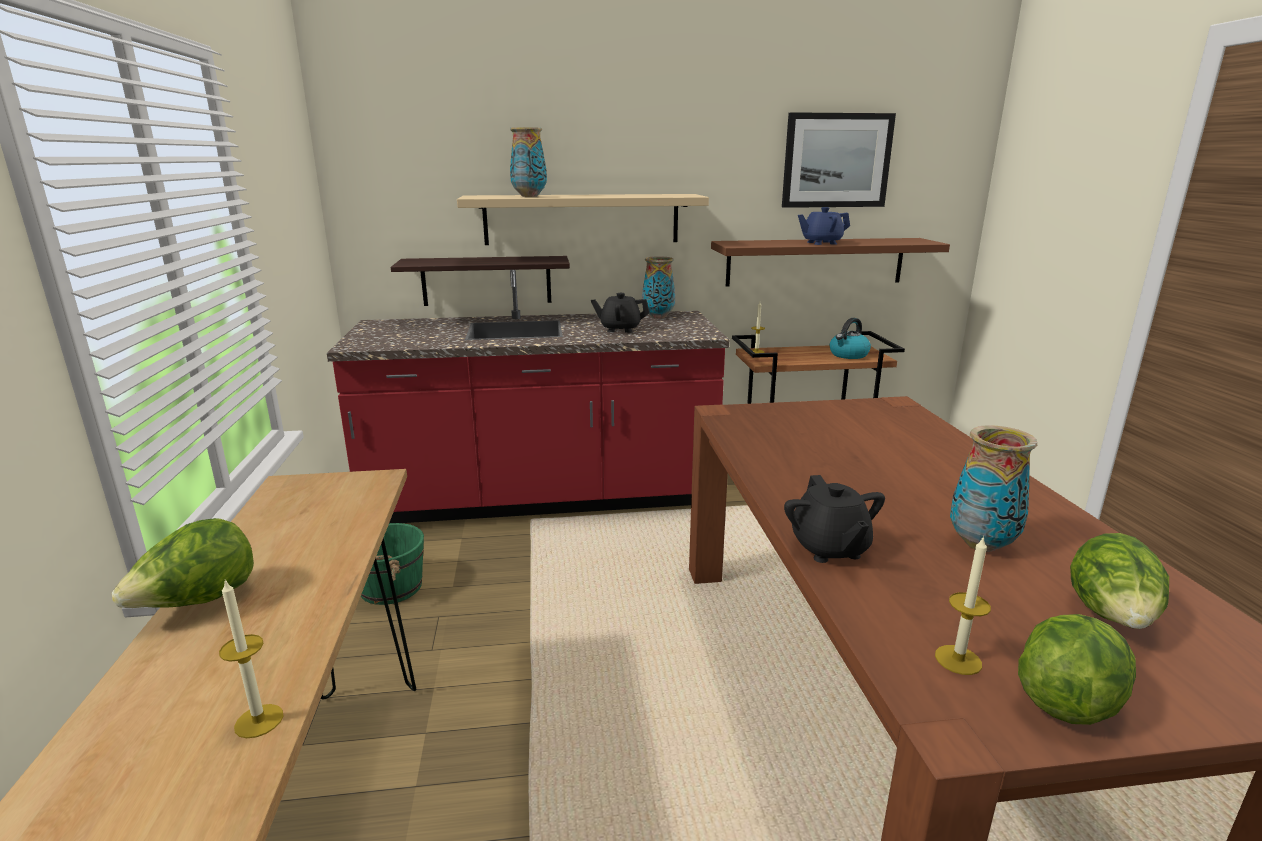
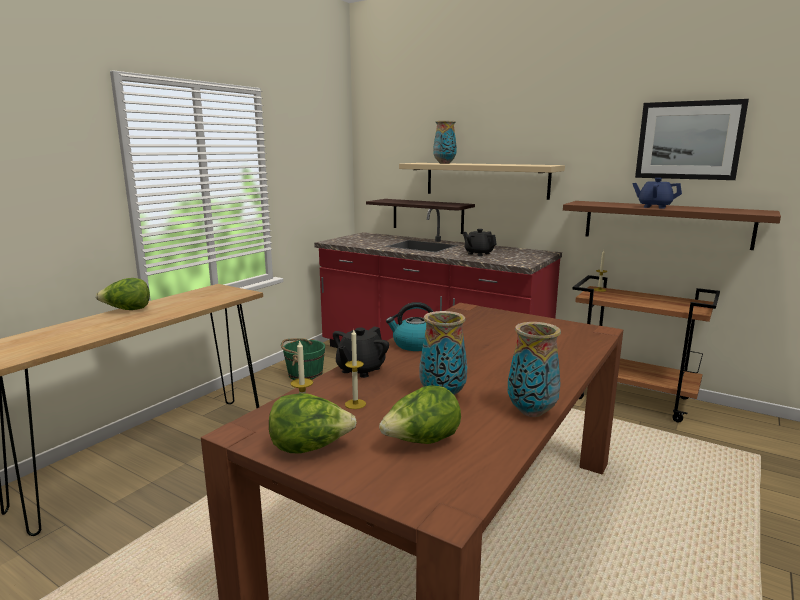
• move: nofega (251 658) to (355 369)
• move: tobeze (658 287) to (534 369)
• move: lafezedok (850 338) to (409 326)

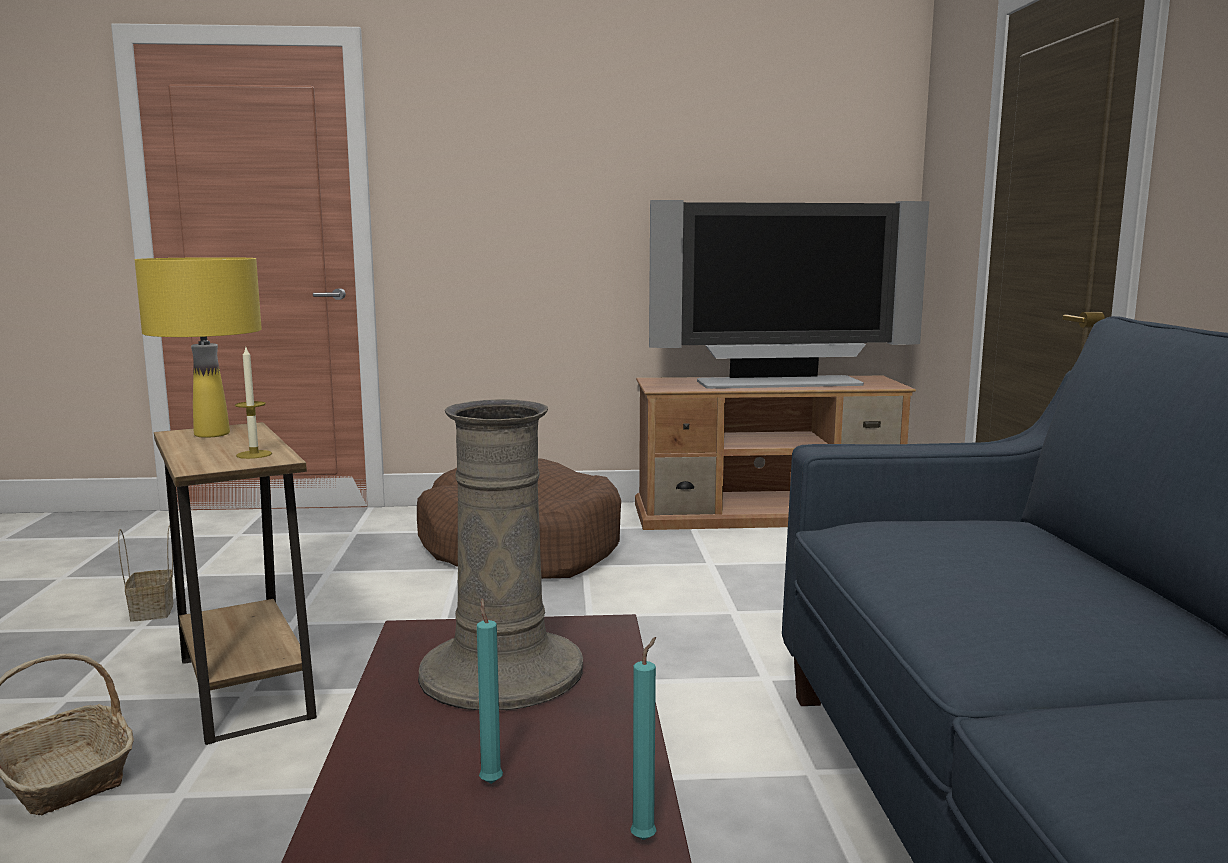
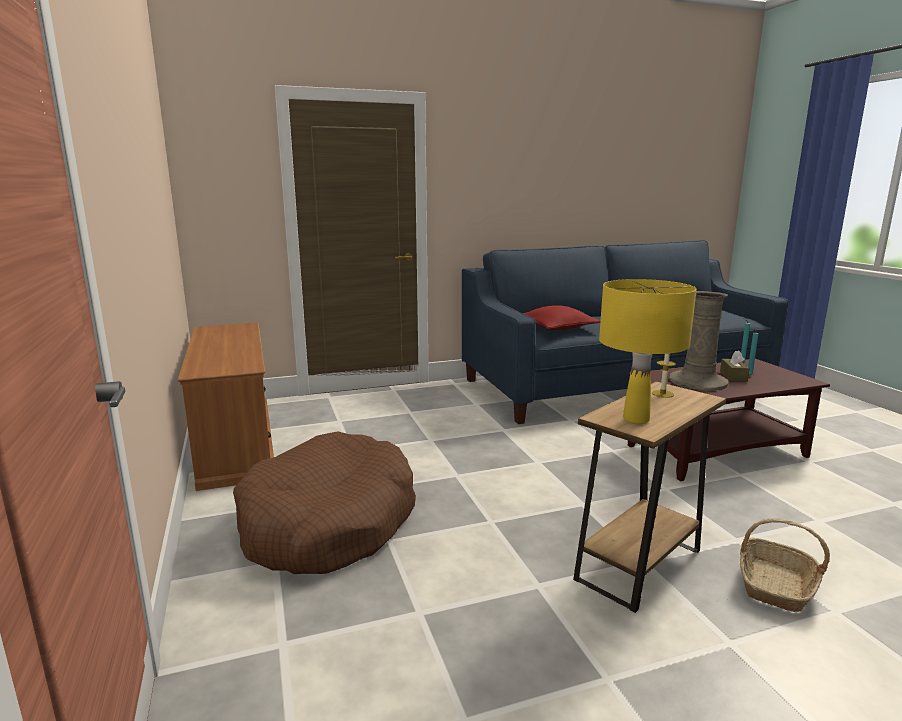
• delete: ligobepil (145 573)
• delete: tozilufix (789 294)
• insert: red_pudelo (562 317)
• insert: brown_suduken (735 366)

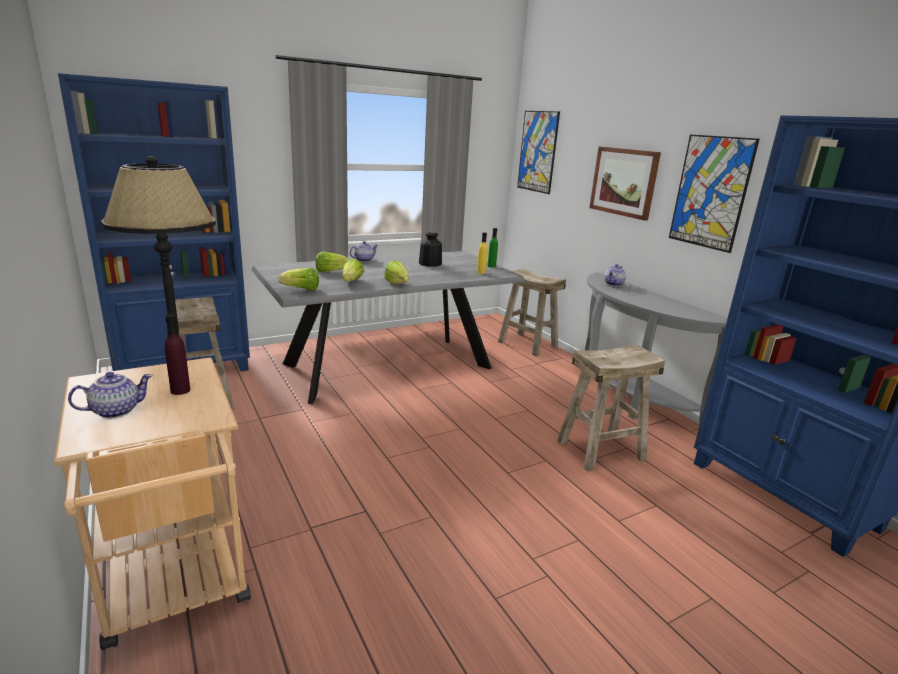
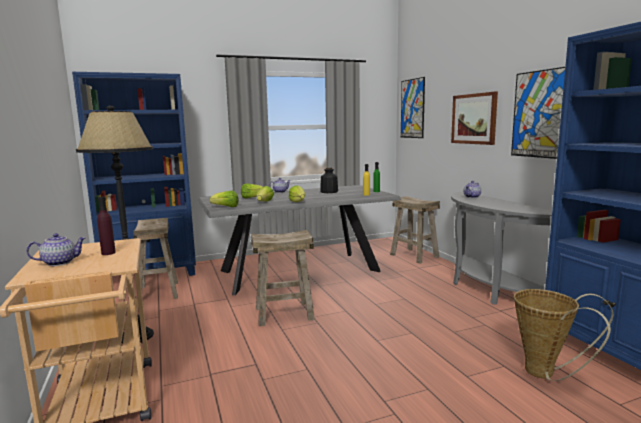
• insert: ligobepil (564 335)
• move: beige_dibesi (611 408) to (283 278)

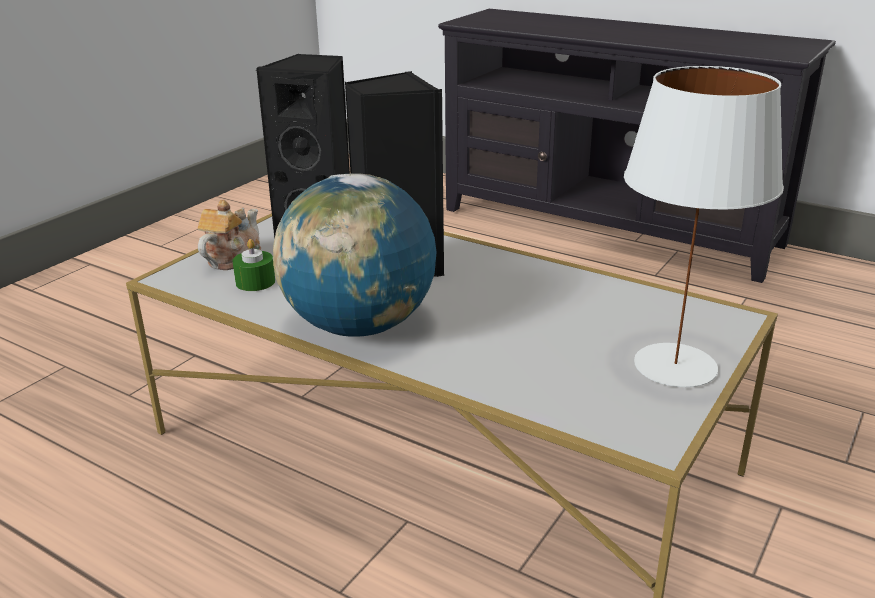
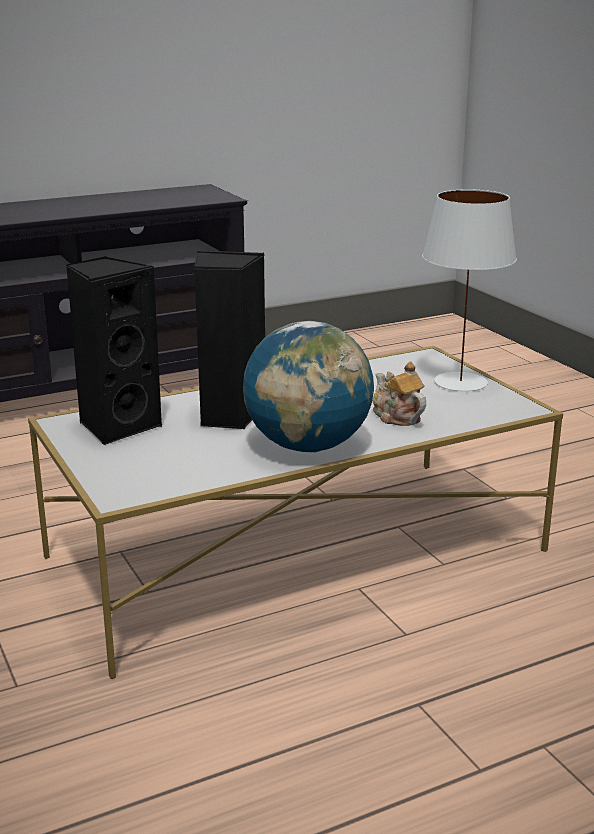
• delete: green_nofega (254 265)
• move: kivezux (229 235) to (399 393)

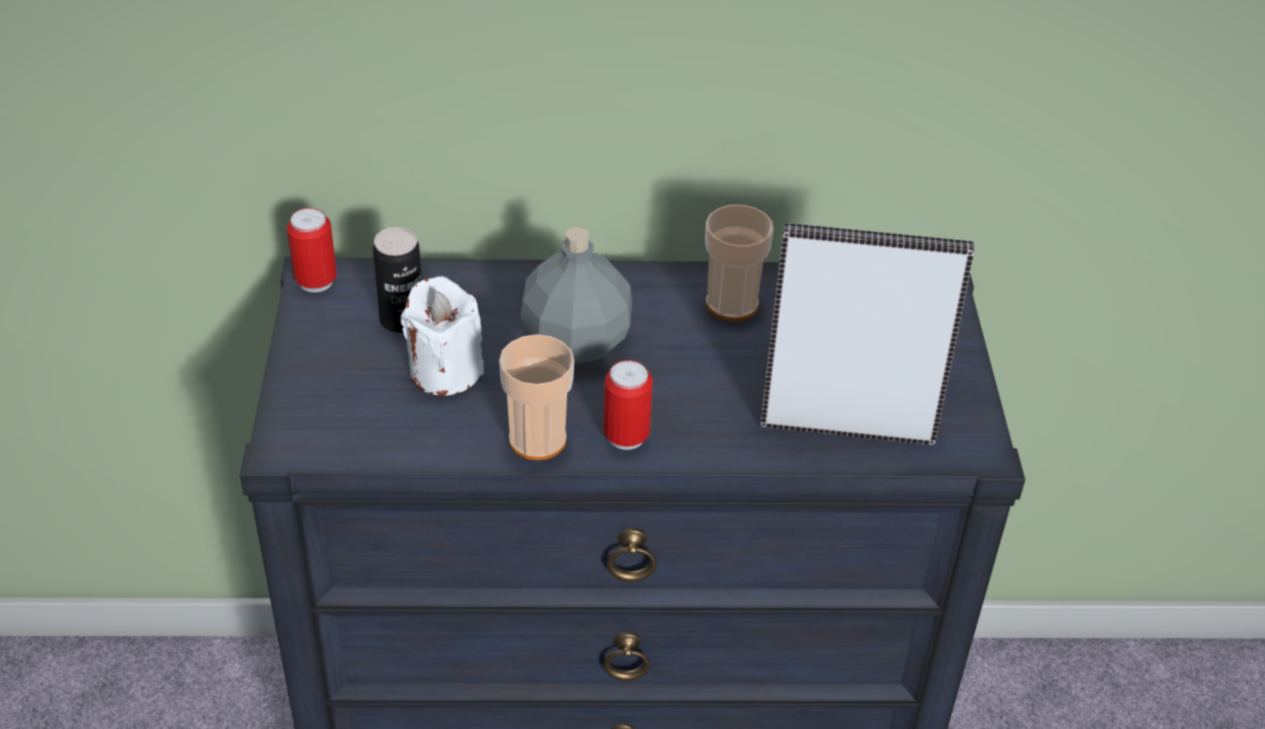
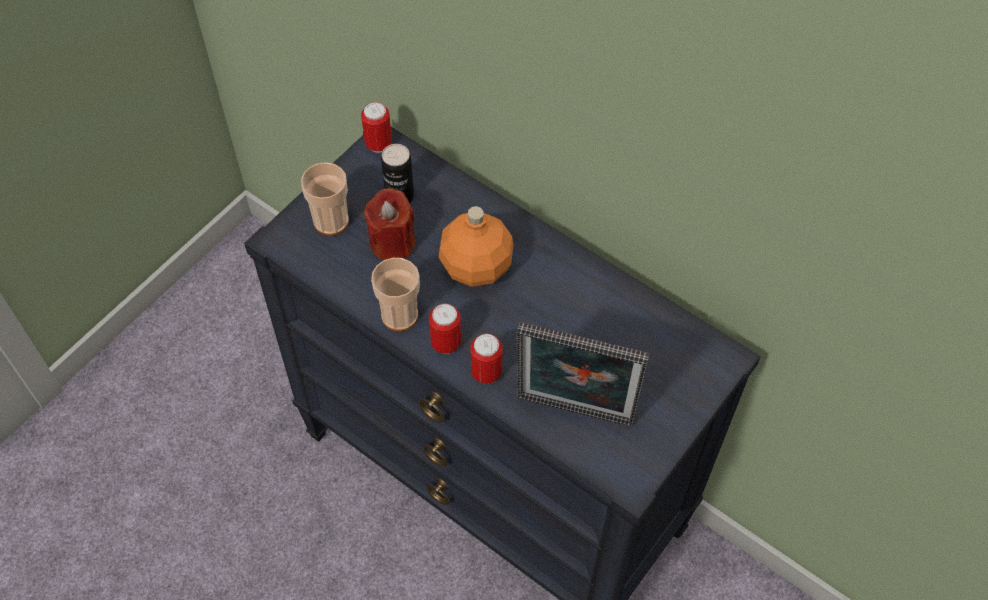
• insert: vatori (486 359)
• move: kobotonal (739 263) to (325 199)
• recolor: white_nofega (442 336) to red_nofega (389 224)
• recolor: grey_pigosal (576 295) to orange_pigosal (476 246)
• rotate: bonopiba (867 334) = (583 374) 150 degrees clockwise

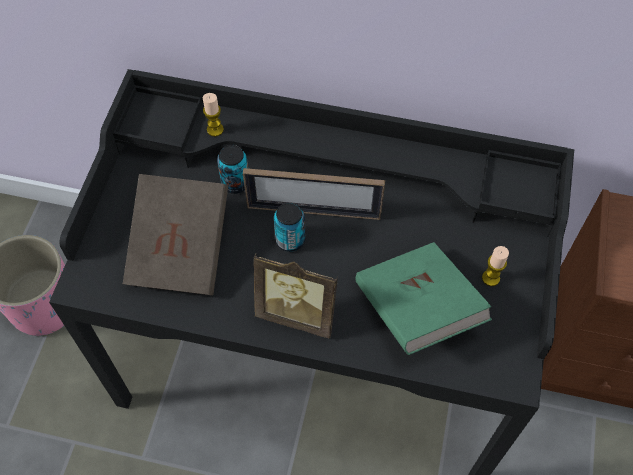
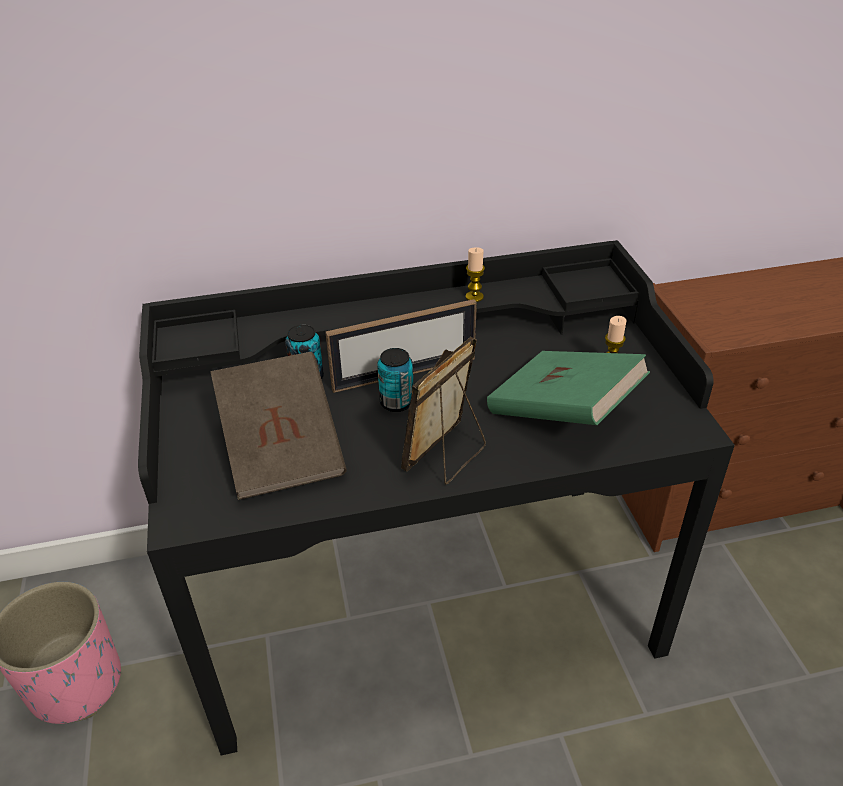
• move: nofega (213 115) to (475 274)
• rotate: bonopiba (295 296) = (443 411) 135 degrees clockwise

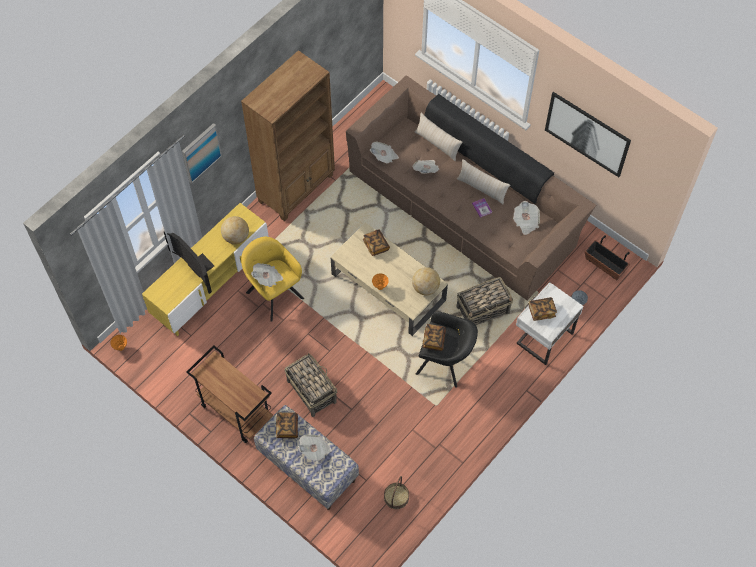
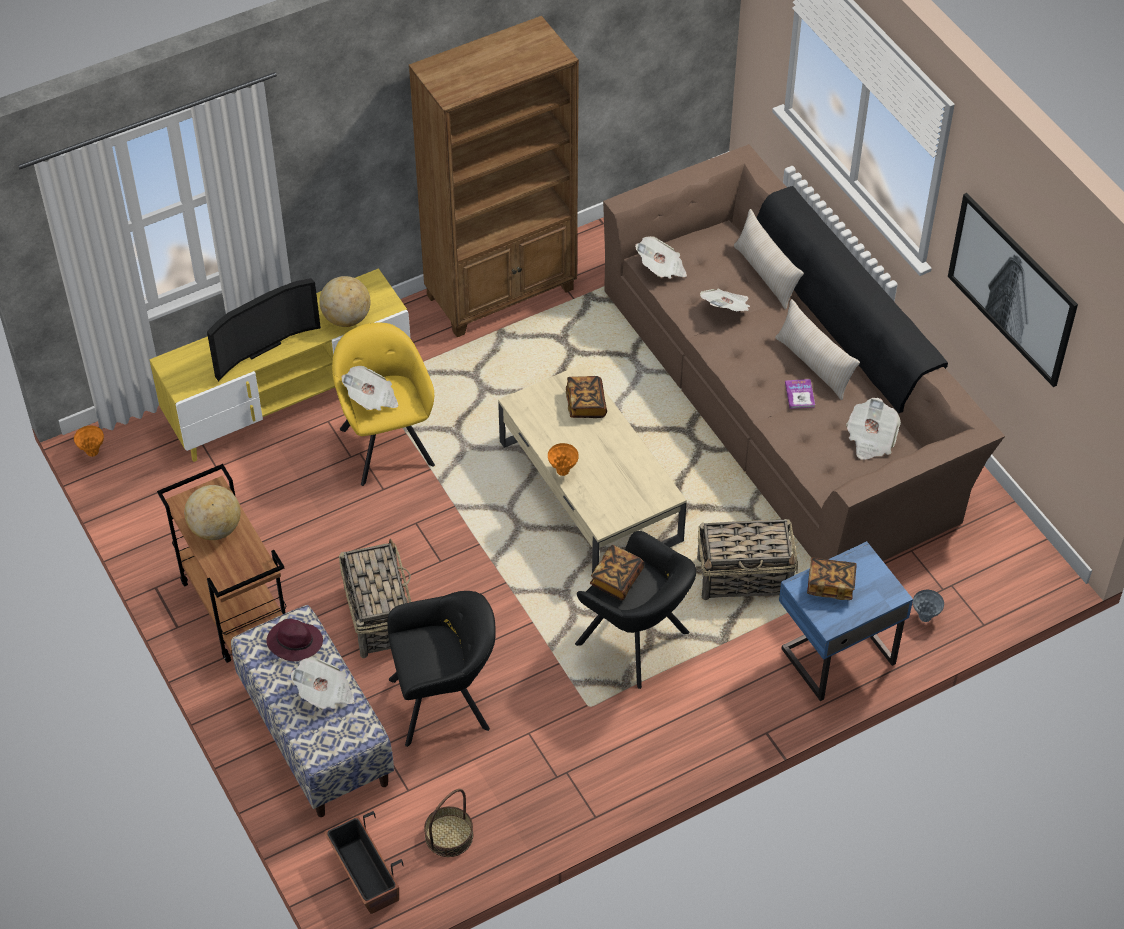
• delete: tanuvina (202 153)
• insert: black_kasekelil (441 669)
• move: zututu (426 281) to (212 512)
• move: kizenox (607 257) to (364 862)
• replace: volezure (287 425) to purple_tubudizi (294 640)
• recolor: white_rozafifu (549 323) to blue_rozafifu (846 621)
• rotate: tozilufix (189 262) = (264 329) 105 degrees counterclockwise

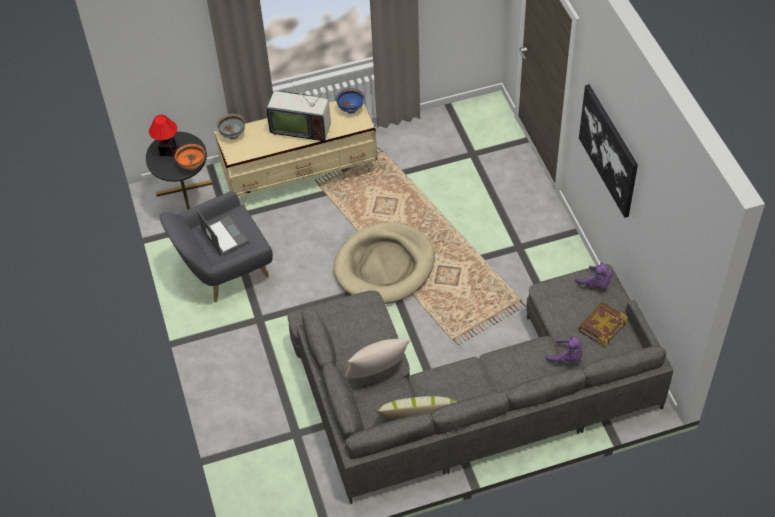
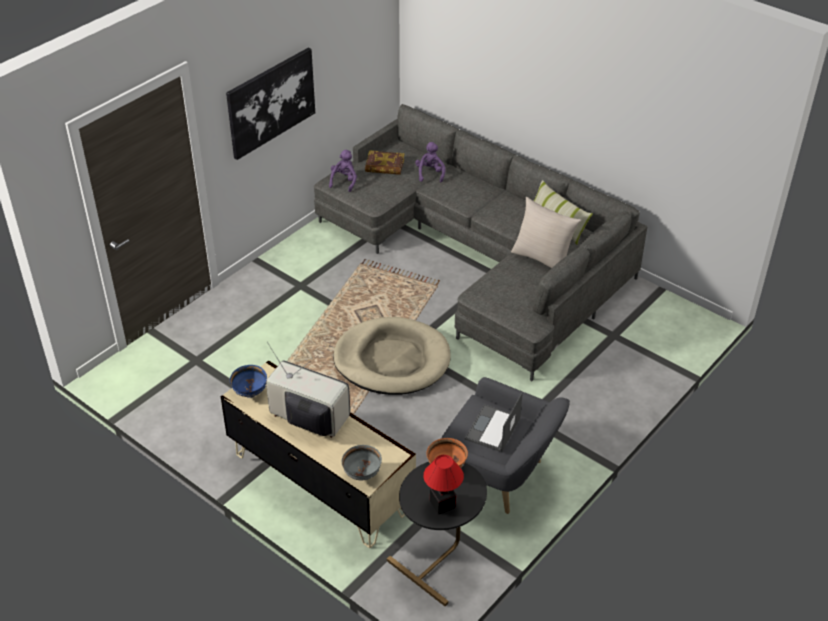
• rotate: tozilufix (298 112) = (308 390) 45 degrees counterclockwise

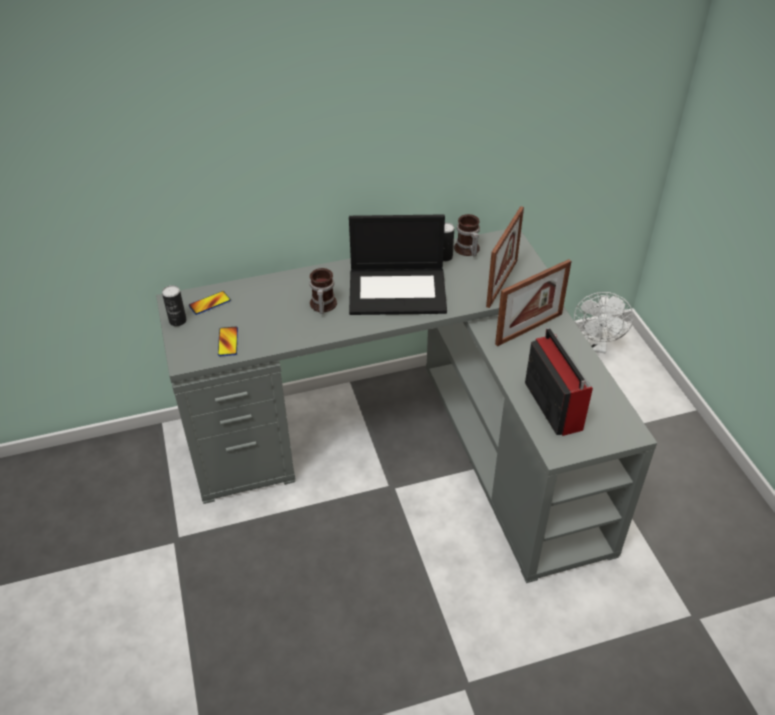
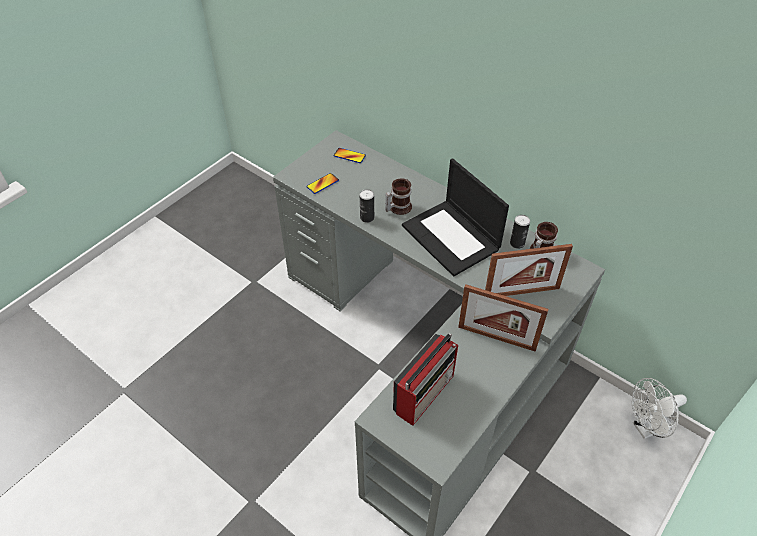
• move: vatori (174 305) to (367 206)

